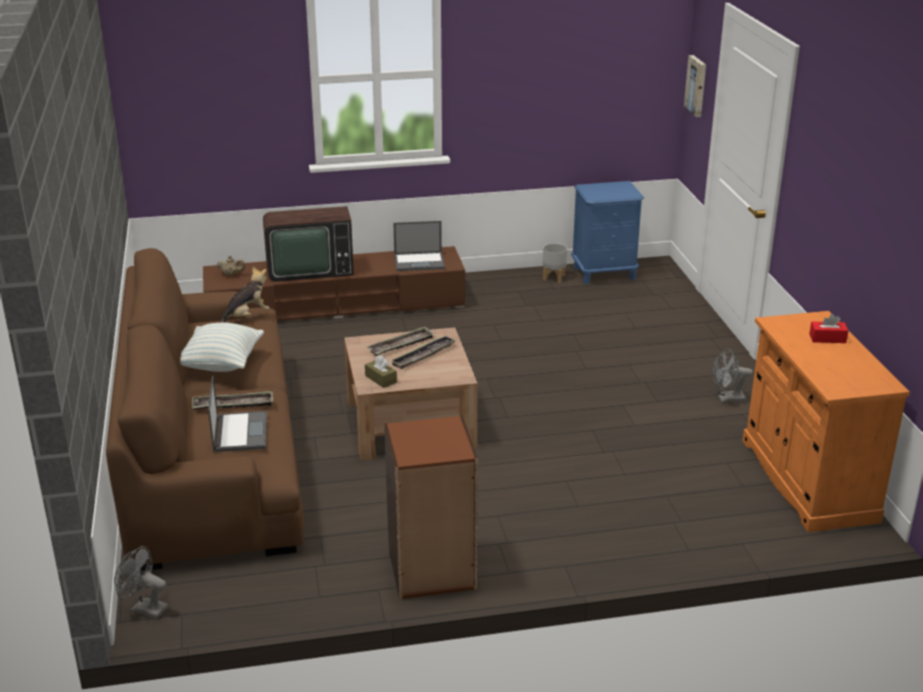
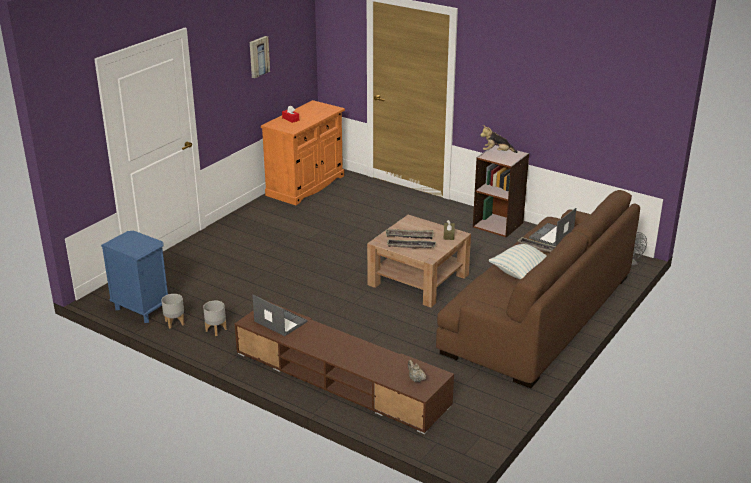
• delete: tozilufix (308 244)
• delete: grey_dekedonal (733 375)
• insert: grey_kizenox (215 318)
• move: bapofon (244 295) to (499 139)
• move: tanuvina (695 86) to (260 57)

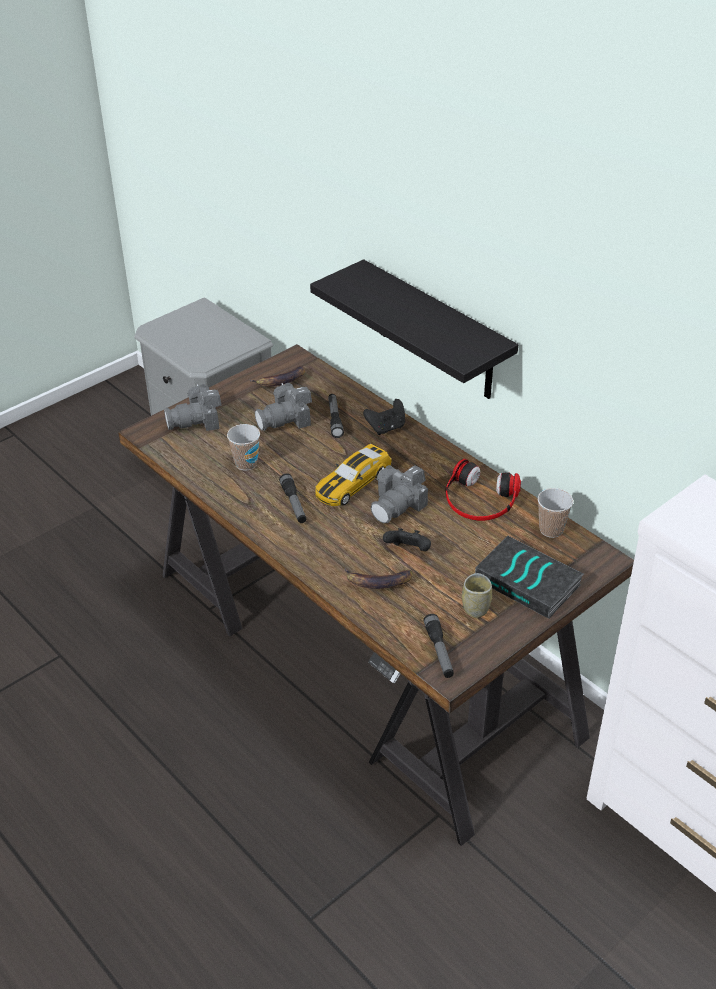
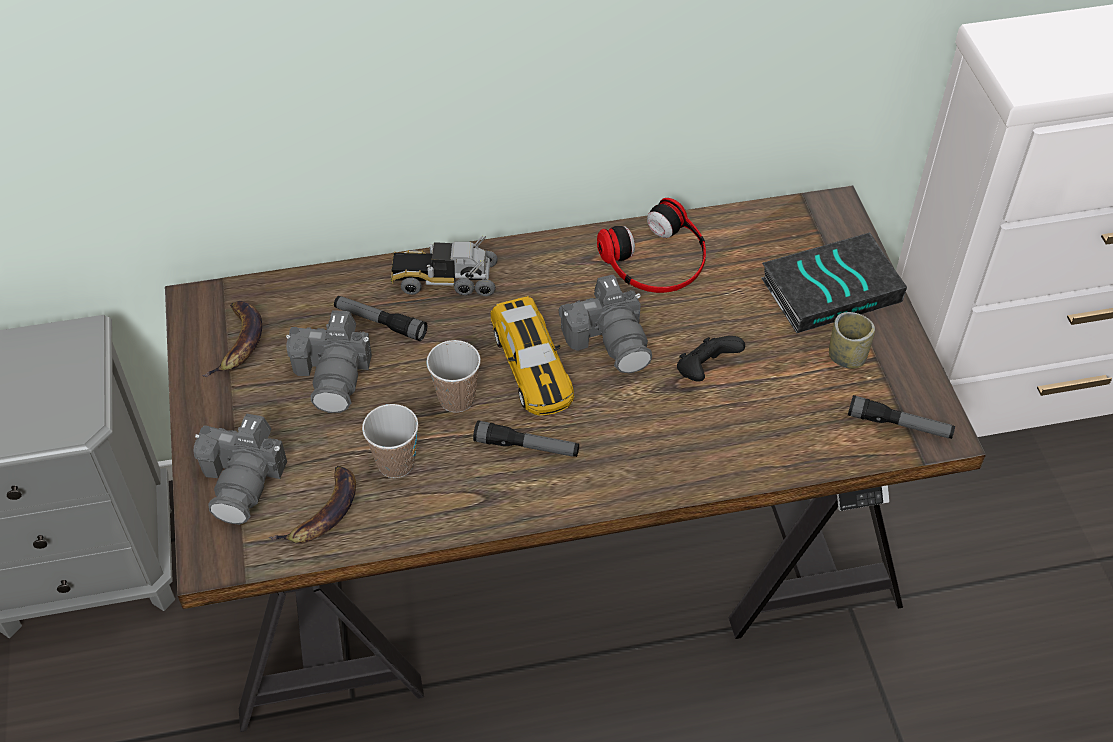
• delete: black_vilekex (414 329)
• move: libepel (379 579) to (312 504)
• move: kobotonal (555 513) to (453 376)
• replace: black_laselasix (384 417) to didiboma (444 266)

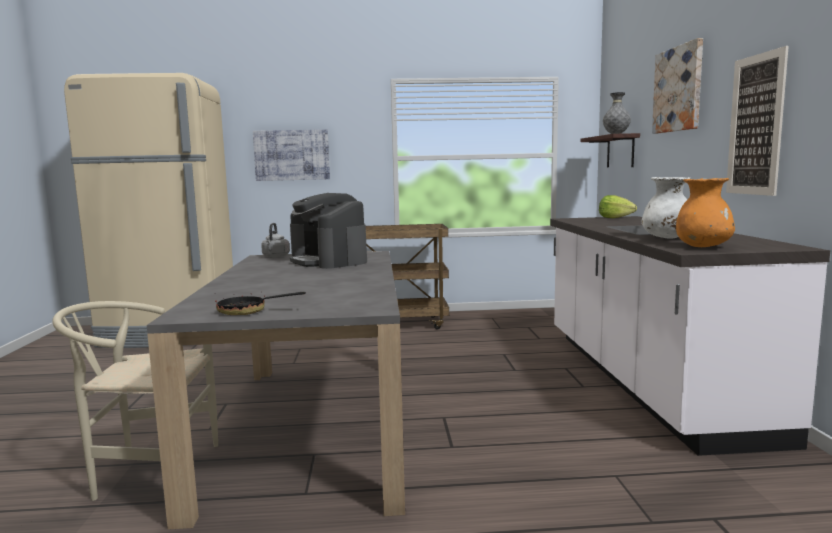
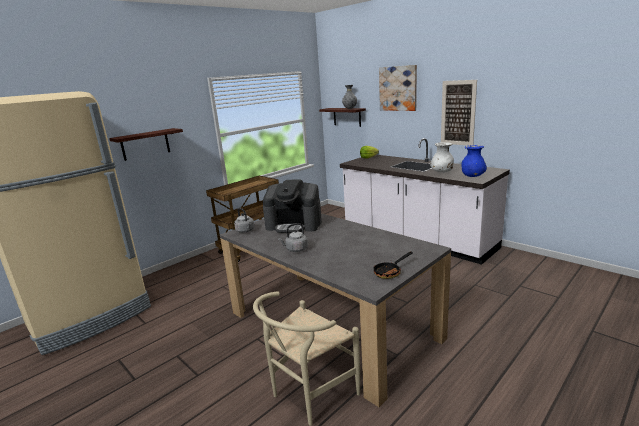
• insert: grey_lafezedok (293 237)
• replace: tanuvina (291 155) to vilekex (146 144)
• recolor: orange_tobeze (705 212) to blue_tobeze (474 161)

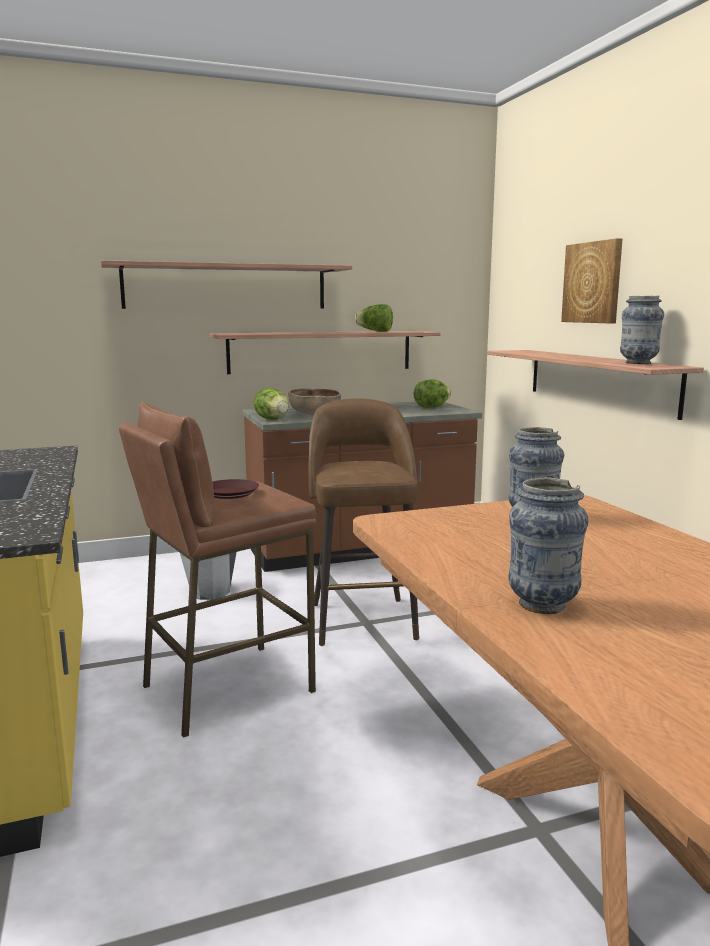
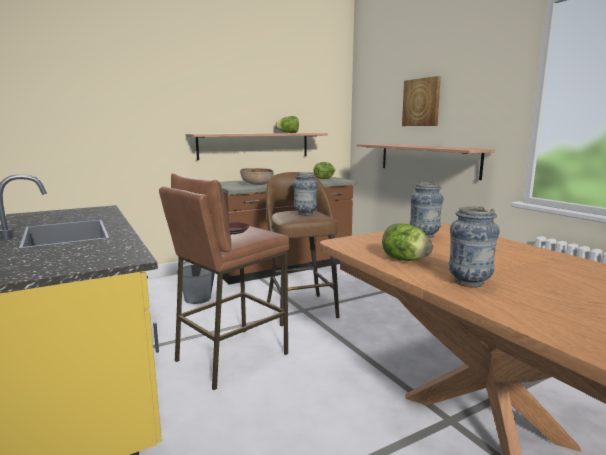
• delete: vilekex (226 284)
• move: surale (271 404) to (407 242)
• move: tobeze (642 330) to (305 194)

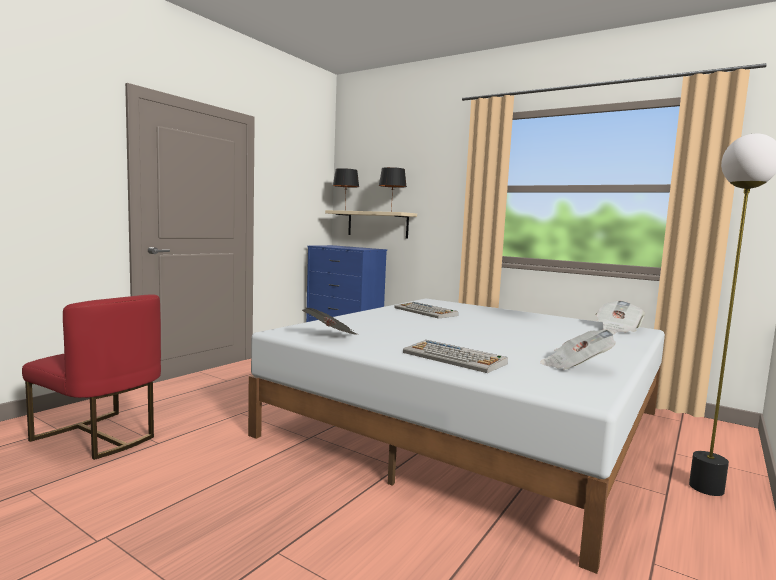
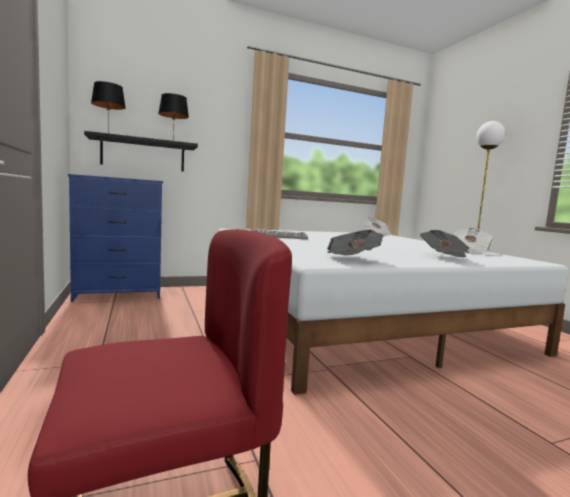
• replace: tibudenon (455 356) to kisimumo (444 243)
• recolor: beige_vilekex (371 224) to black_vilekex (141 151)

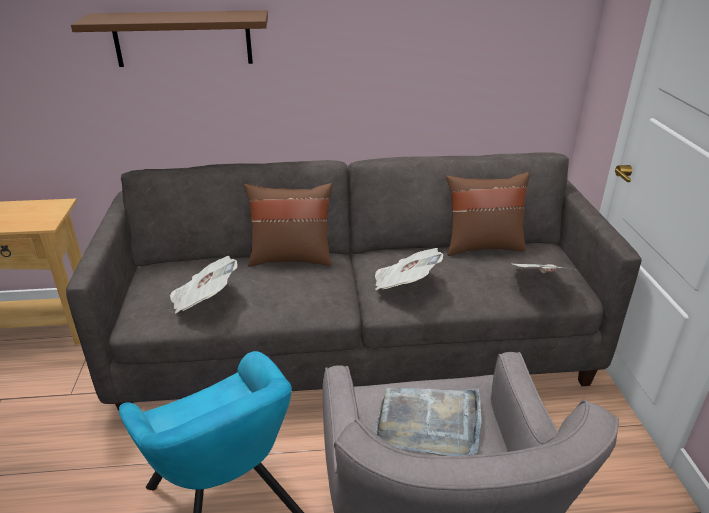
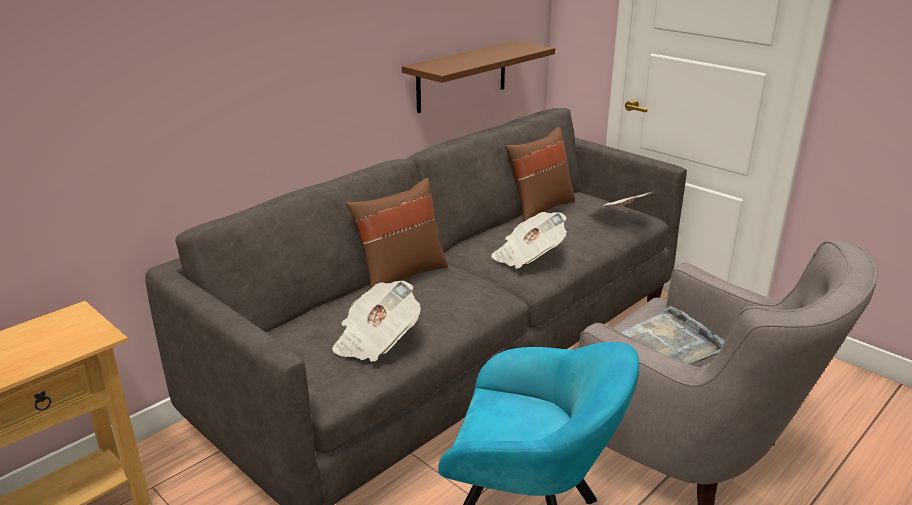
• move: brown_vilekex (169 38) to (478 77)

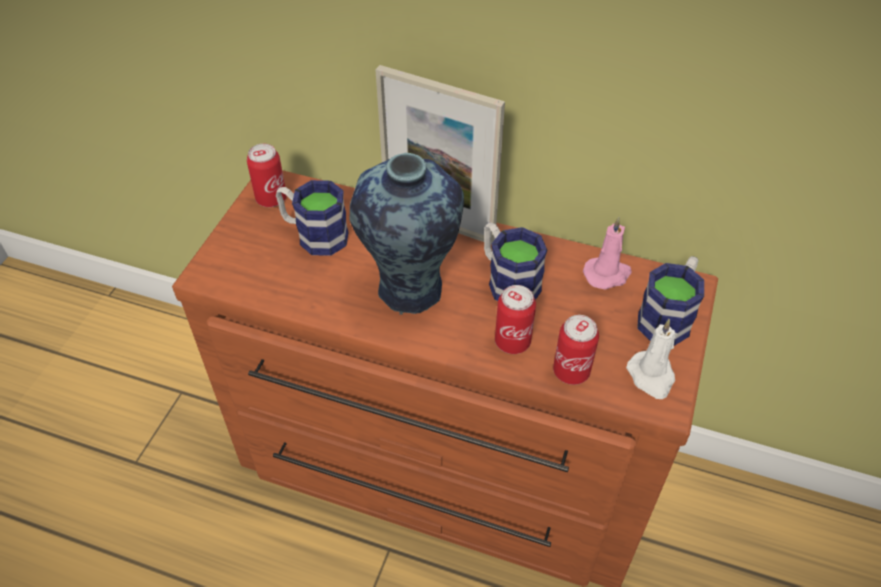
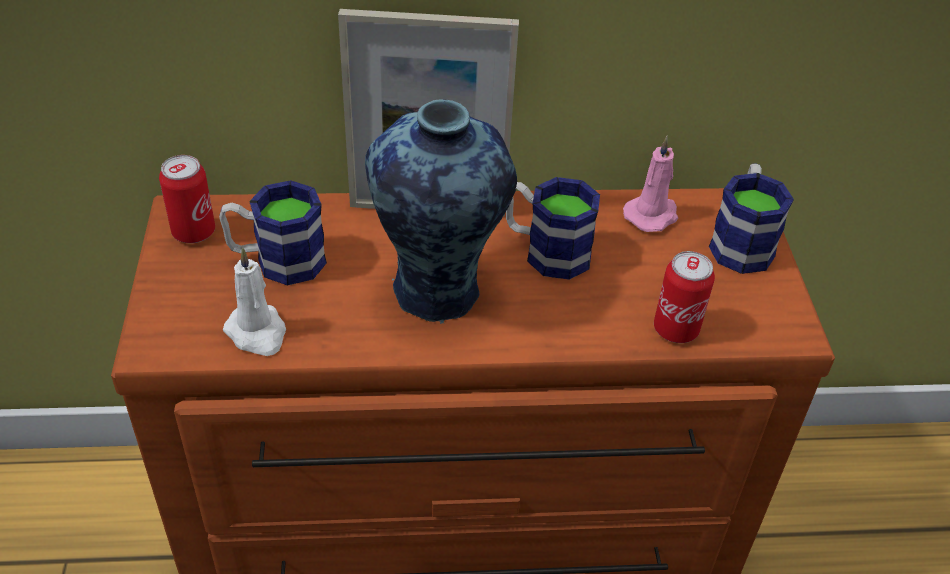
• delete: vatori (515 319)
• move: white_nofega (650 359) to (254 301)

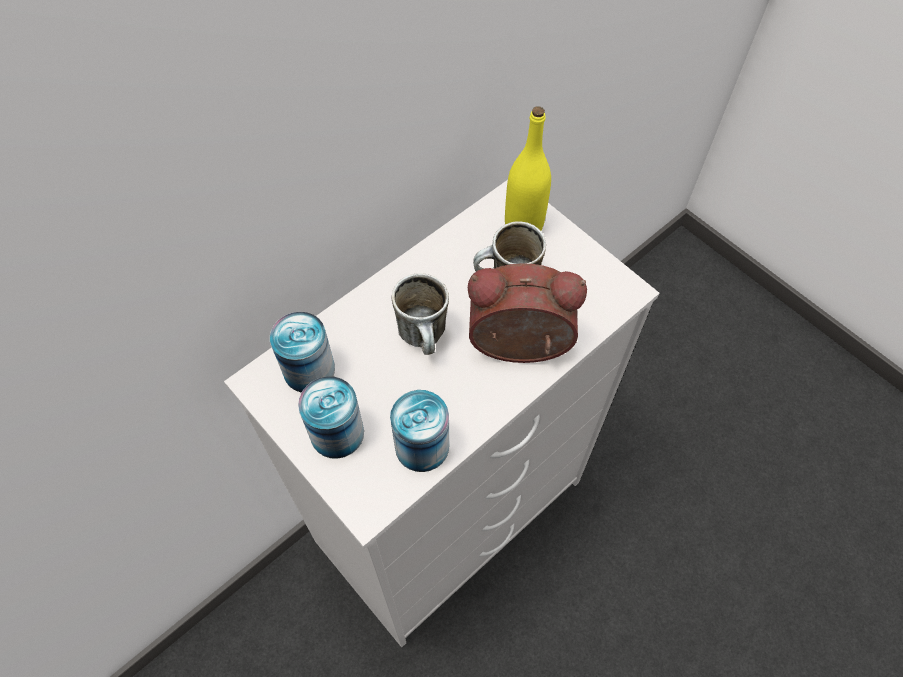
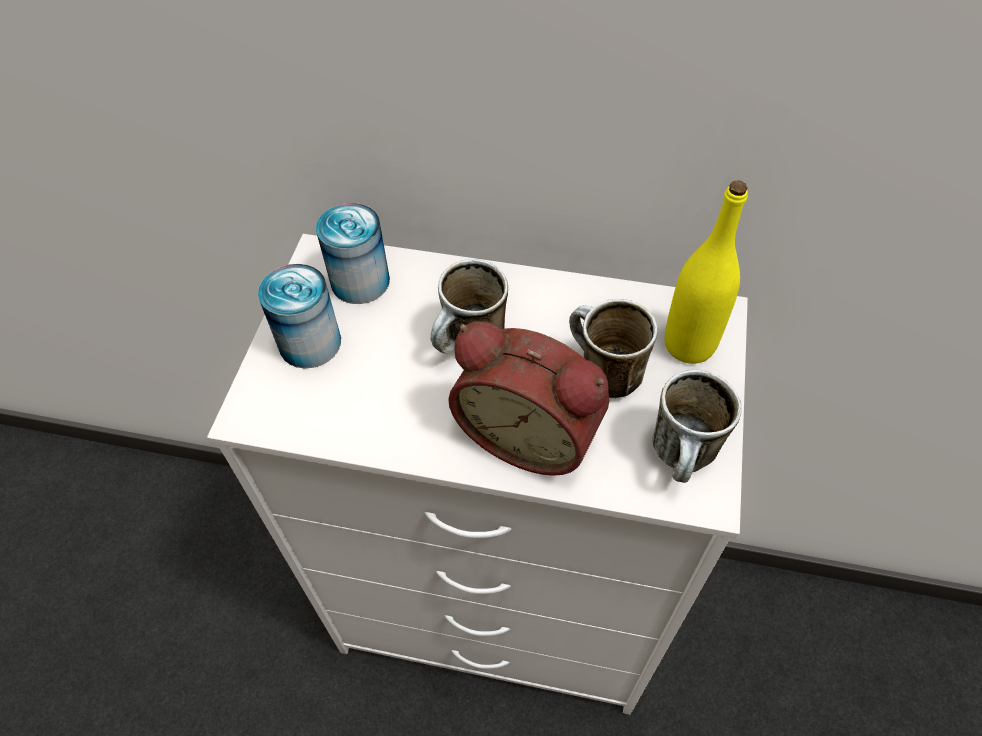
• delete: vatori (419 431)
• insert: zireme (696 426)
• rotate: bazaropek (527 313) = (529 399) 150 degrees clockwise

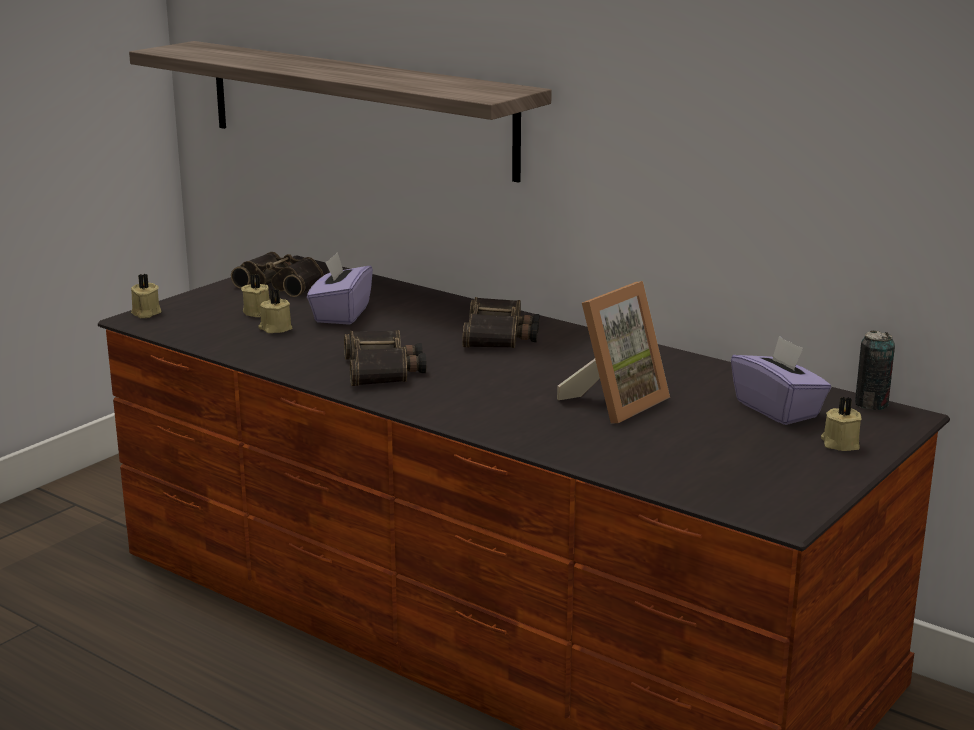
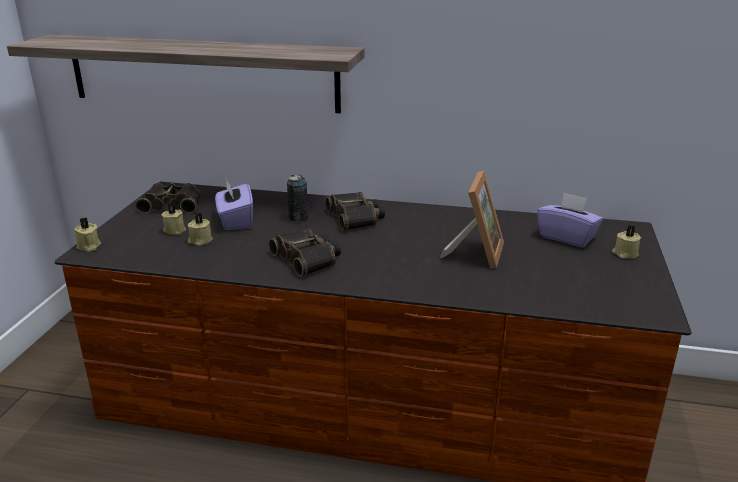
• move: vatori (875 370) to (298 198)

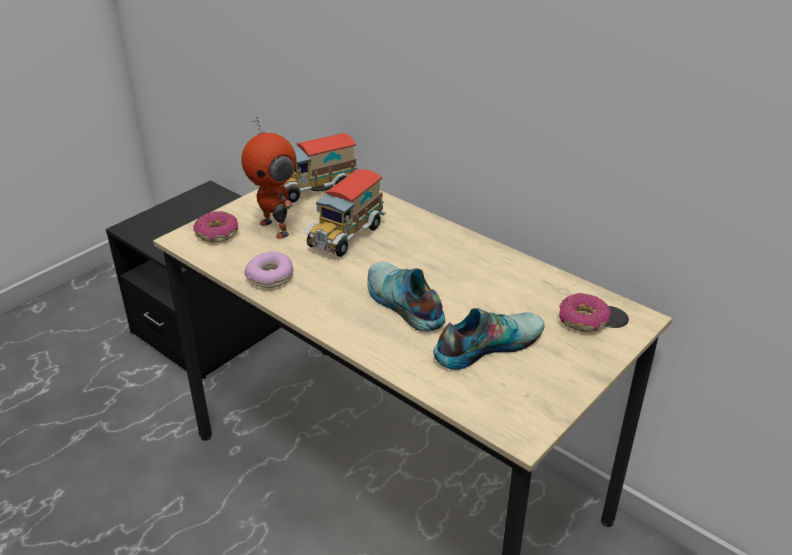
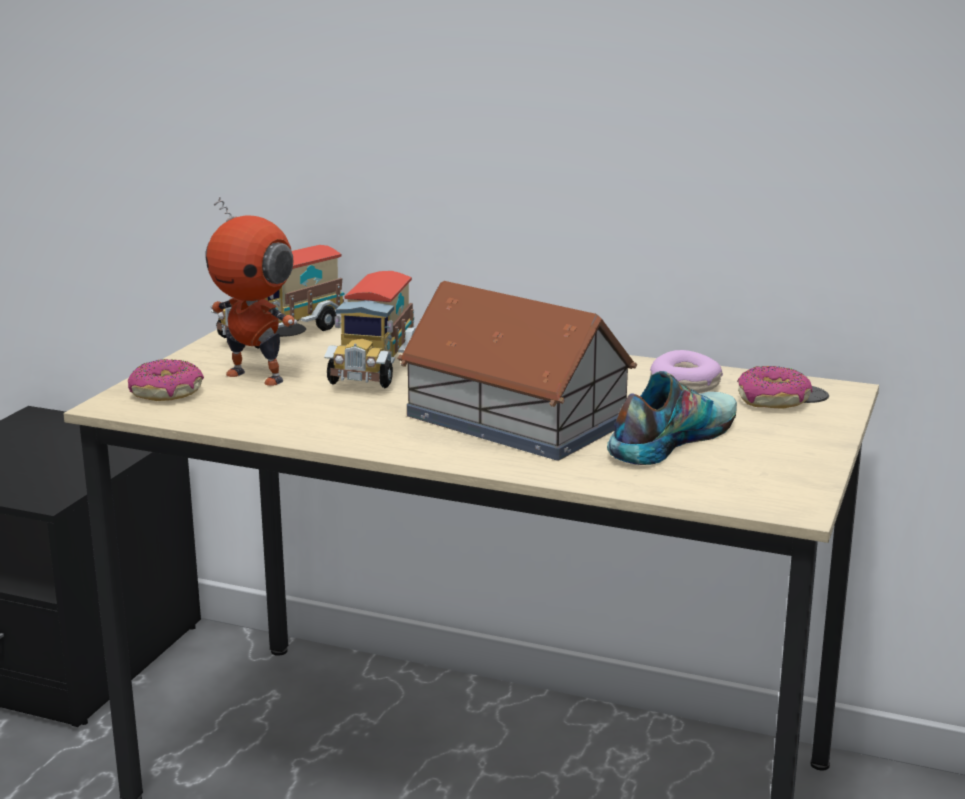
• move: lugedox (269 269) to (686 371)
• replace: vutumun (406 297) to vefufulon (517 371)

